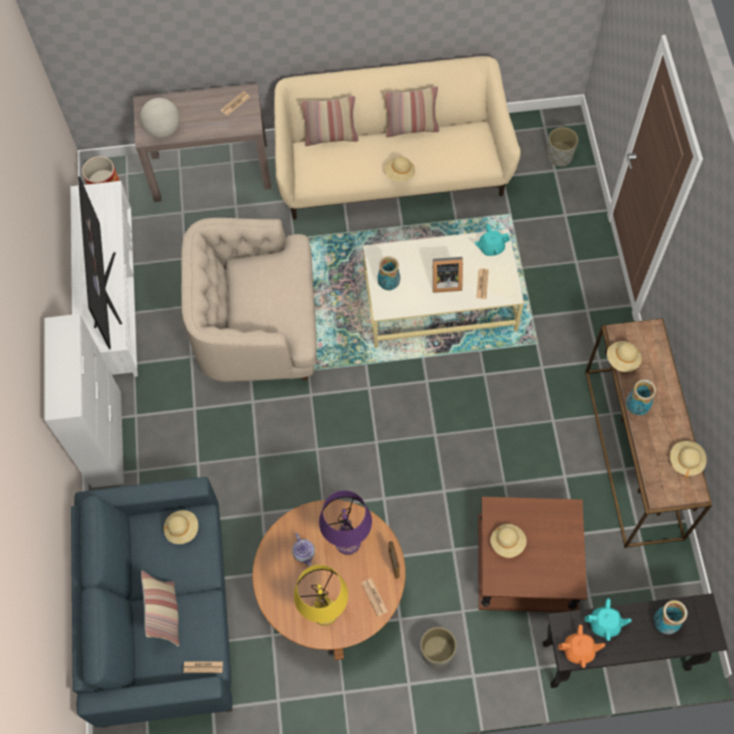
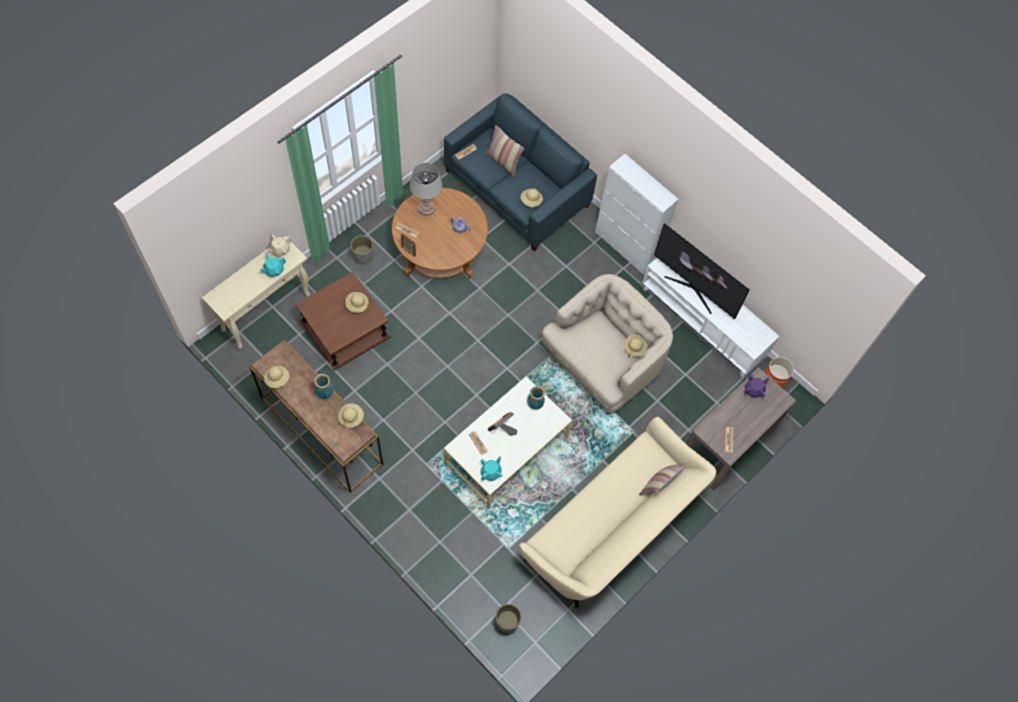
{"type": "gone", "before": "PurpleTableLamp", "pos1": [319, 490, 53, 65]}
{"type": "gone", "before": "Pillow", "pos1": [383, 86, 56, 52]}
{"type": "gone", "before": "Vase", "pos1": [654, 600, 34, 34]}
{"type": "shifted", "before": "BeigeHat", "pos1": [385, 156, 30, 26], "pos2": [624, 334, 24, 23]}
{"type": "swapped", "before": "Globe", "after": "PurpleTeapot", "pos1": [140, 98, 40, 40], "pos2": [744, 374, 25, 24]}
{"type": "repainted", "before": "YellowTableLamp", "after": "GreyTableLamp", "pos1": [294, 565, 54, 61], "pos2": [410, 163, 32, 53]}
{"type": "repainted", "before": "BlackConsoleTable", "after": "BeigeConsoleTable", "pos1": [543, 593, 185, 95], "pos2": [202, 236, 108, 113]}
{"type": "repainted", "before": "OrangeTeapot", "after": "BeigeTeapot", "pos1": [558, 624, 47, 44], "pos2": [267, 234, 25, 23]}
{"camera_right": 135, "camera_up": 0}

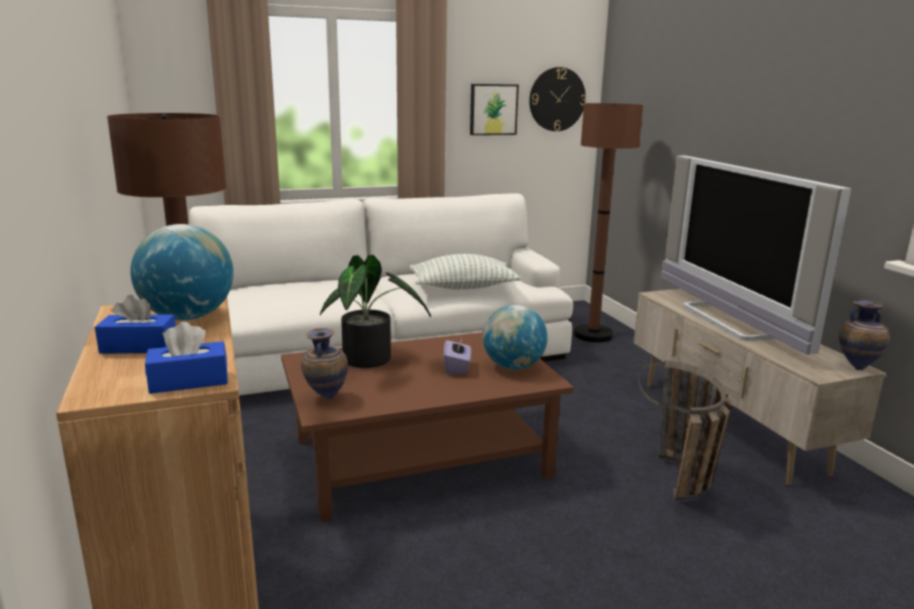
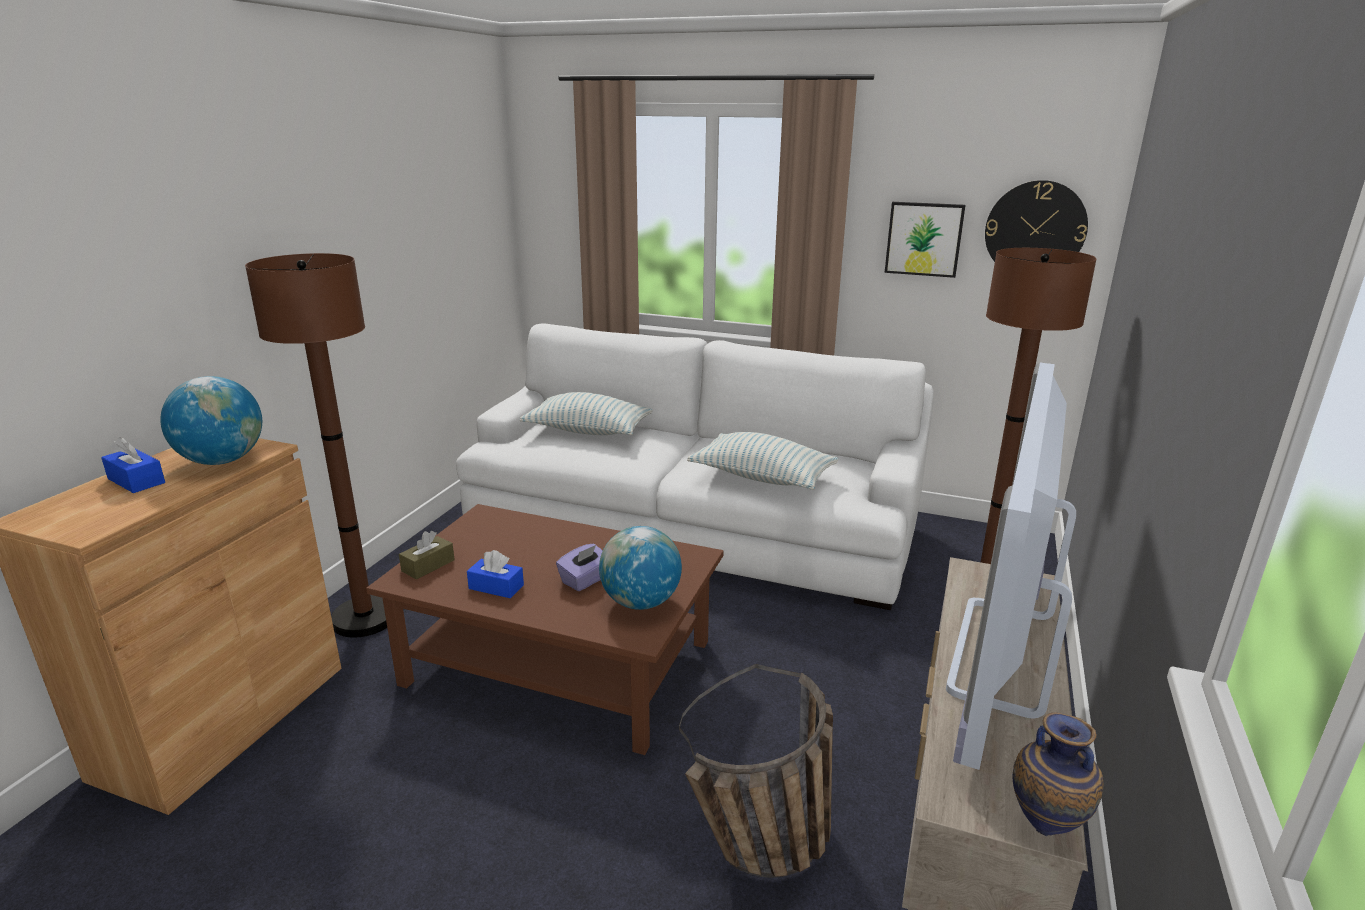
{"type": "gone", "before": "PottedPlant", "pos1": [320, 255, 111, 113]}
{"type": "new", "after": "Pillow", "pos2": [520, 392, 133, 43]}
{"type": "shifted", "before": "BlueTissueBox", "pos1": [145, 322, 83, 72], "pos2": [467, 550, 57, 48]}
{"type": "swapped", "before": "Vase", "after": "BrownTissueBox", "pos1": [301, 328, 47, 72], "pos2": [399, 531, 56, 48]}
{"camera_right": 40, "camera_up": 5}

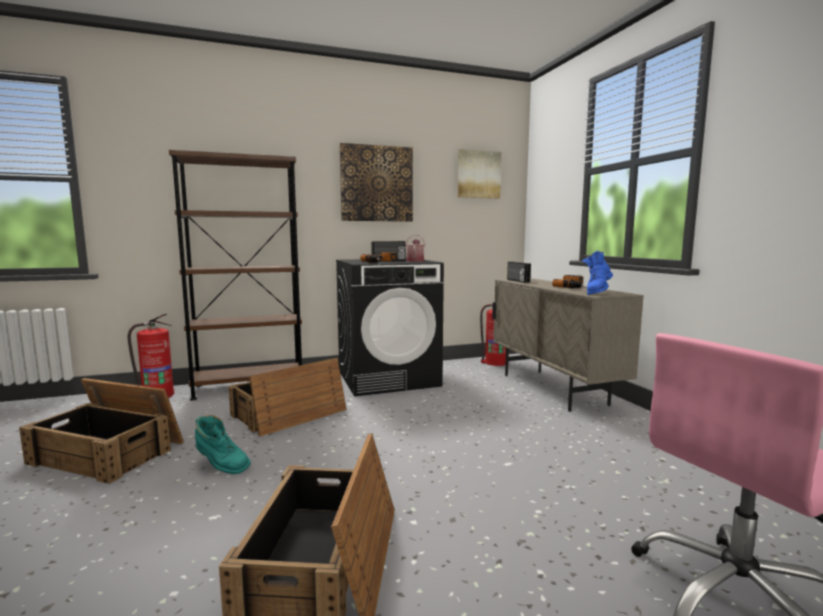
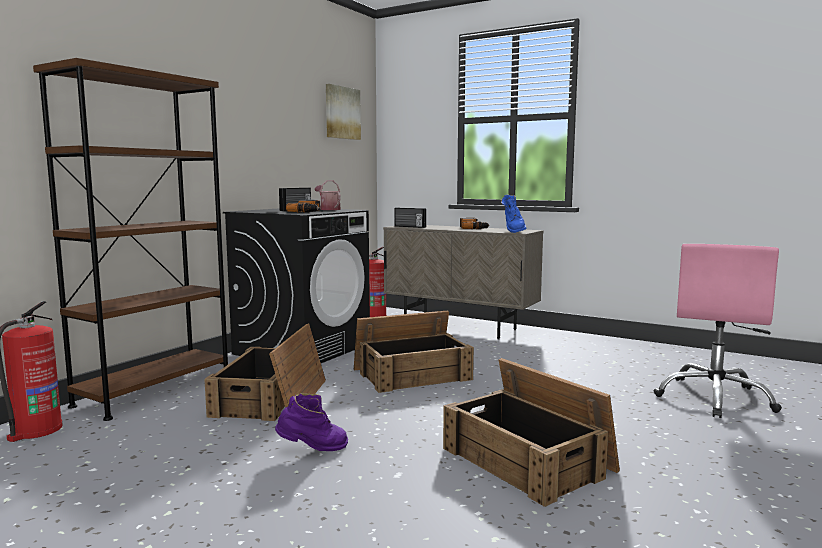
{"type": "gone", "before": "Picture", "pos1": [340, 143, 73, 79]}
{"type": "shifted", "before": "Crate", "pos1": [19, 378, 165, 106], "pos2": [354, 311, 120, 82]}
{"type": "repainted", "before": "TurquoiseBoot", "after": "PurpleBoot", "pos1": [195, 415, 56, 59], "pos2": [275, 393, 73, 58]}
{"camera_right": -40, "camera_up": 0}

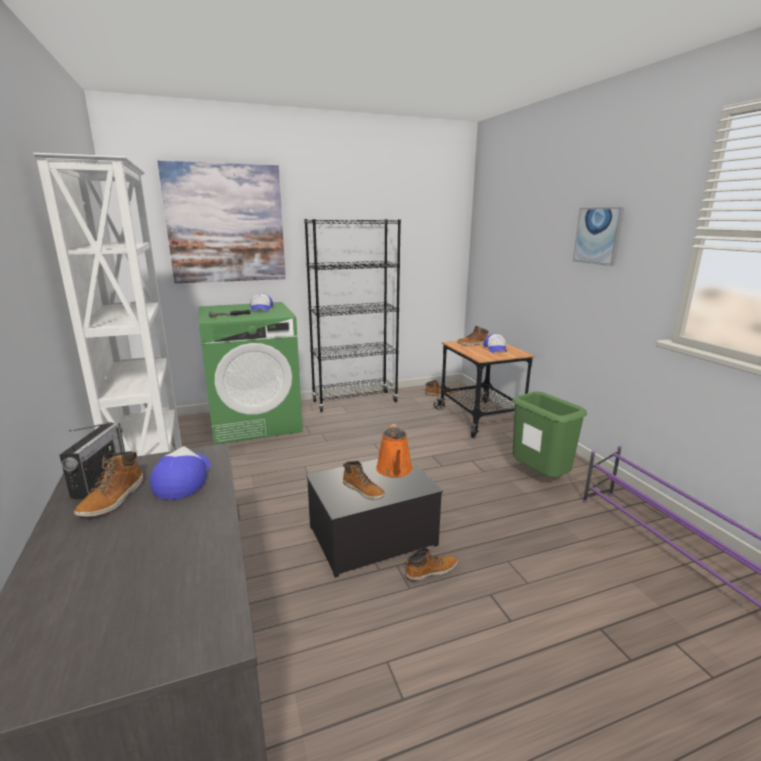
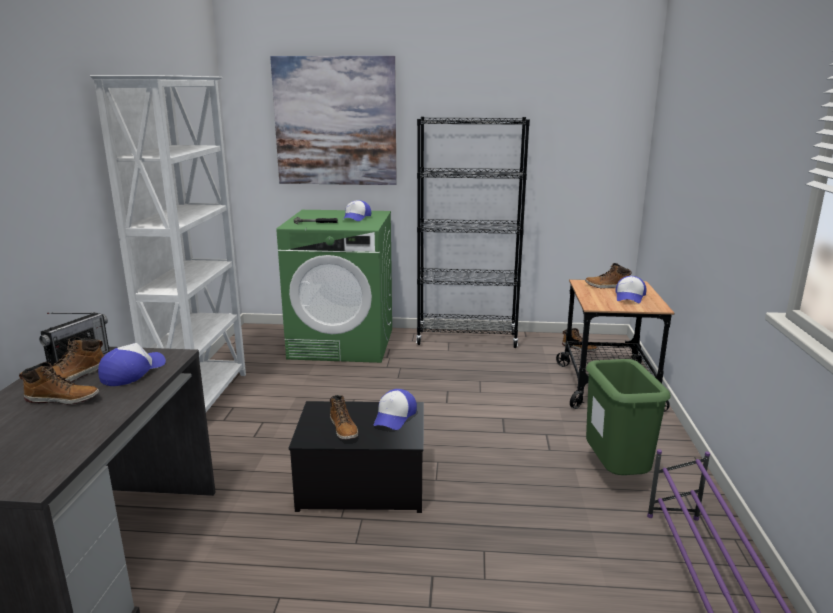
{"type": "gone", "before": "Picture", "pos1": [573, 207, 51, 59]}
{"type": "shifted", "before": "Boot", "pos1": [405, 548, 53, 34], "pos2": [19, 362, 80, 43]}
{"type": "swapped", "before": "OrangeWateringCan", "after": "Cap", "pos1": [376, 424, 37, 54], "pos2": [374, 389, 43, 41]}
{"camera_right": 25, "camera_up": 0}

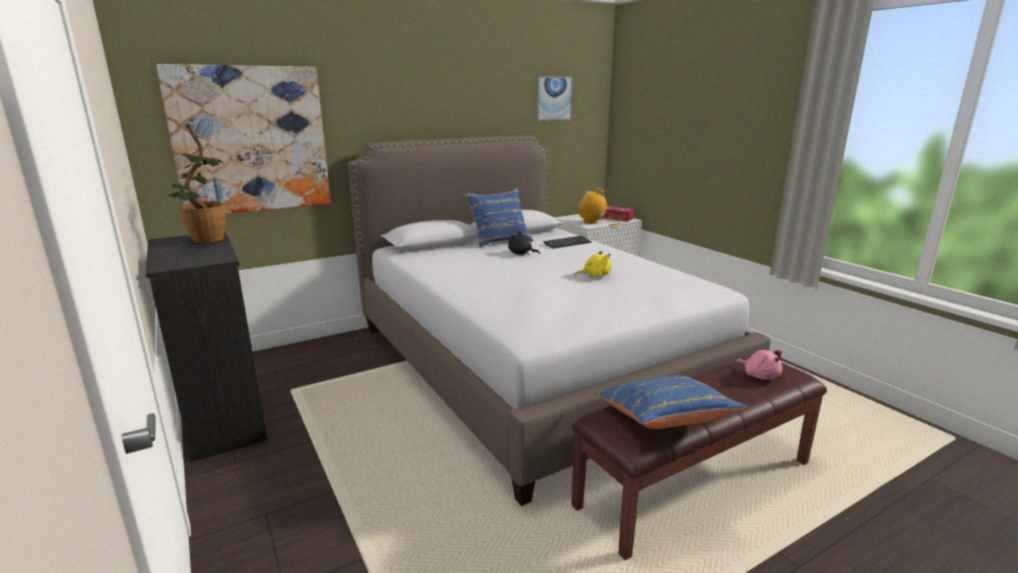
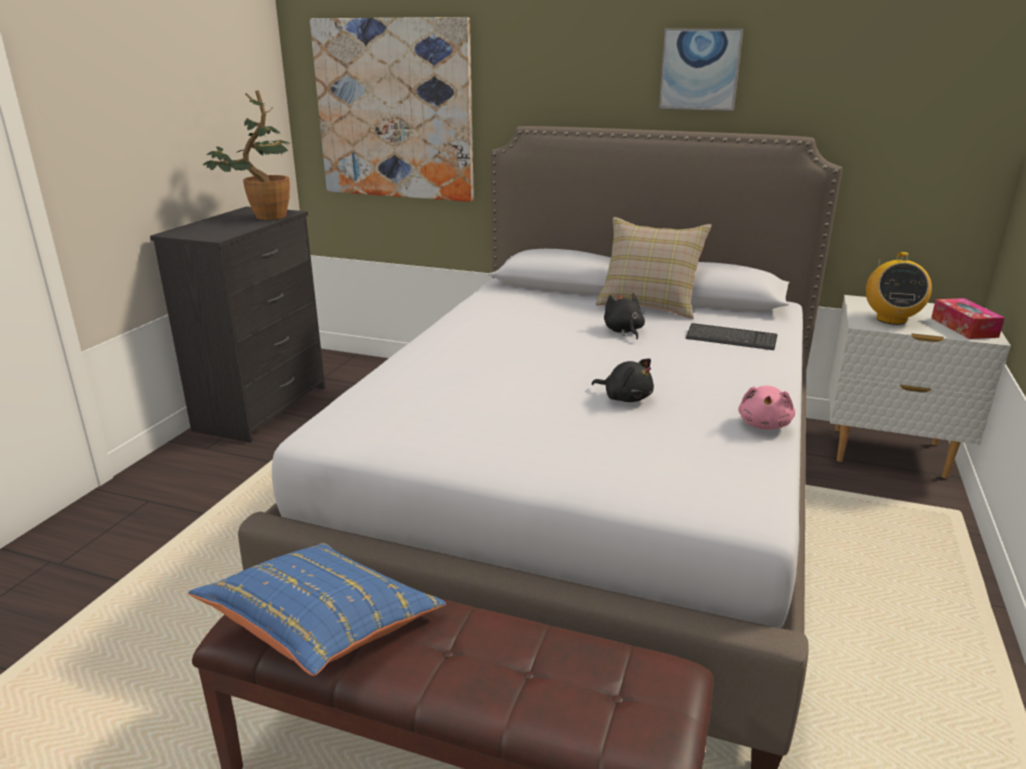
{"type": "shifted", "before": "Picture", "pos1": [536, 76, 37, 45], "pos2": [659, 29, 84, 82]}
{"type": "shifted", "before": "PinkPlushToy", "pos1": [735, 350, 47, 30], "pos2": [738, 386, 57, 44]}
{"type": "repainted", "before": "BluePillow", "after": "BeigePillow", "pos1": [464, 187, 69, 60], "pos2": [596, 217, 116, 102]}
{"type": "repainted", "before": "YellowPlushToy", "after": "BlackPlushToy", "pos1": [574, 251, 38, 26], "pos2": [592, 358, 62, 44]}
{"type": "rotated", "before": "Radio", "pos1": [577, 188, 32, 36], "pos2": [866, 252, 66, 73], "turn": -150}
{"camera_right": 50, "camera_up": 5}

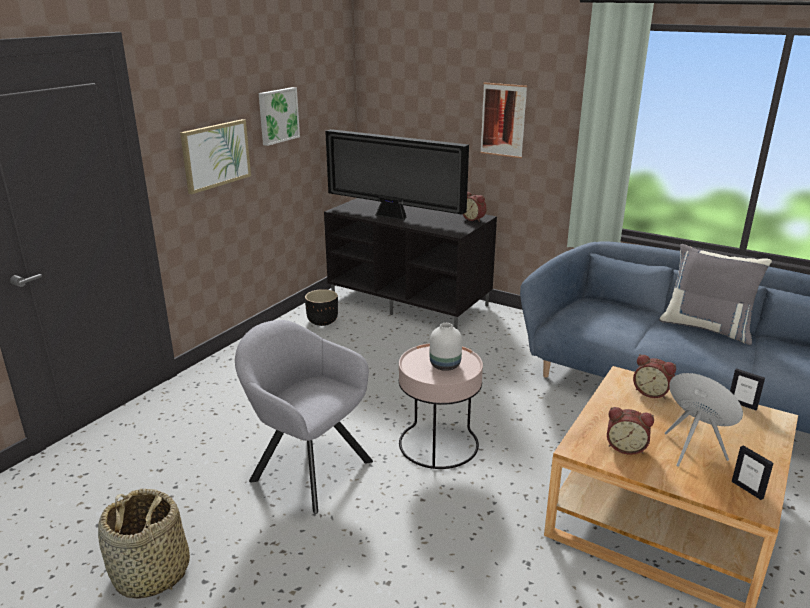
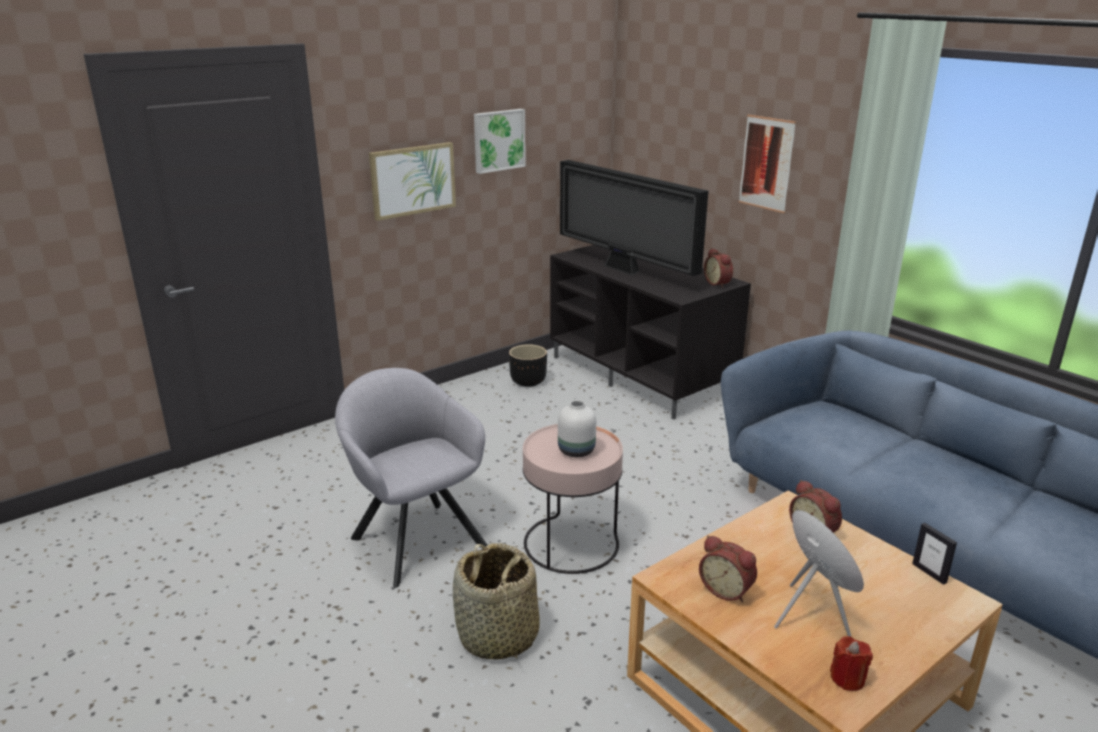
{"type": "gone", "before": "GreyPillow", "pos1": [659, 244, 113, 101]}
{"type": "shifted", "before": "Basket", "pos1": [98, 489, 92, 110], "pos2": [453, 543, 87, 117]}
{"type": "swapped", "before": "PictureFrame", "after": "RedCandle", "pos1": [732, 445, 42, 55], "pos2": [830, 636, 43, 55]}
{"camera_right": 20, "camera_up": 0}

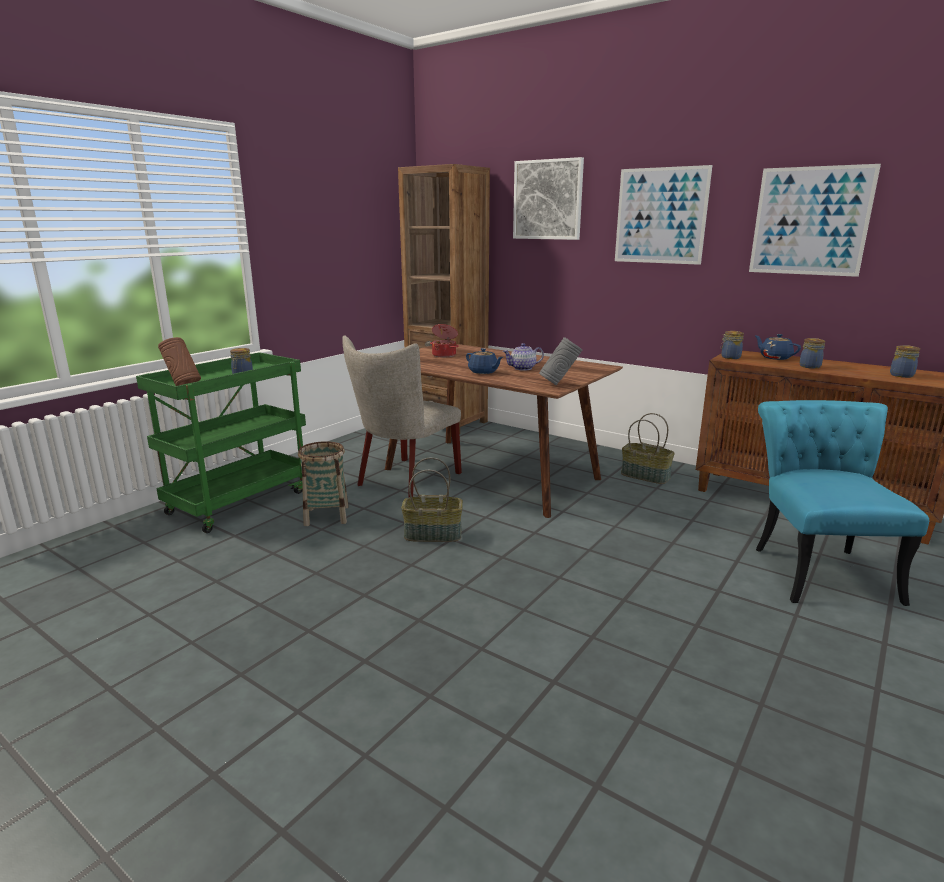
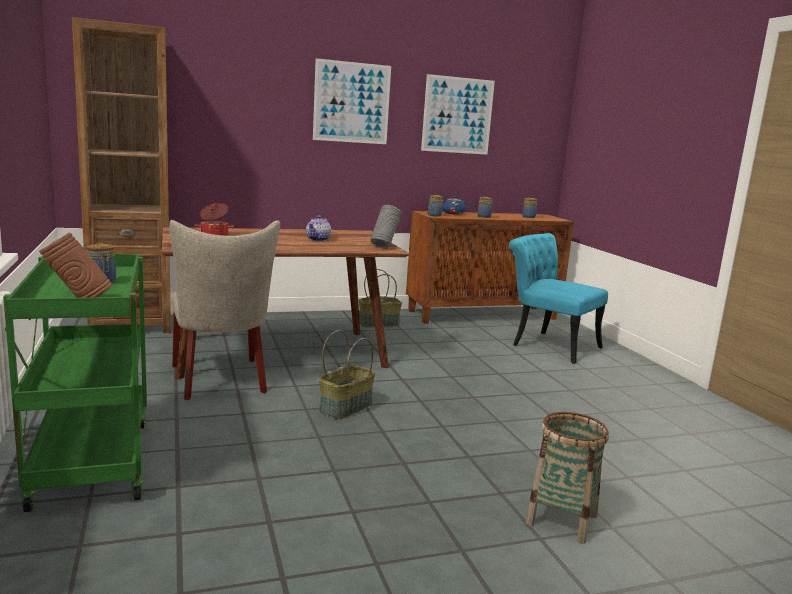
{"type": "gone", "before": "BlueTeapot", "pos1": [466, 348, 37, 26]}
{"type": "gone", "before": "Picture", "pos1": [513, 157, 71, 83]}
{"type": "shifted", "before": "Basket", "pos1": [298, 441, 50, 85], "pos2": [525, 412, 84, 132]}
{"camera_right": -55, "camera_up": -5}

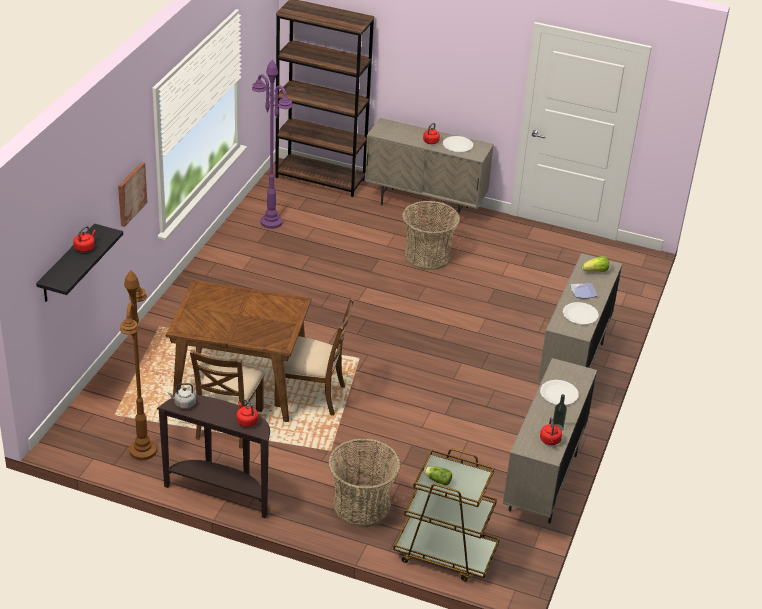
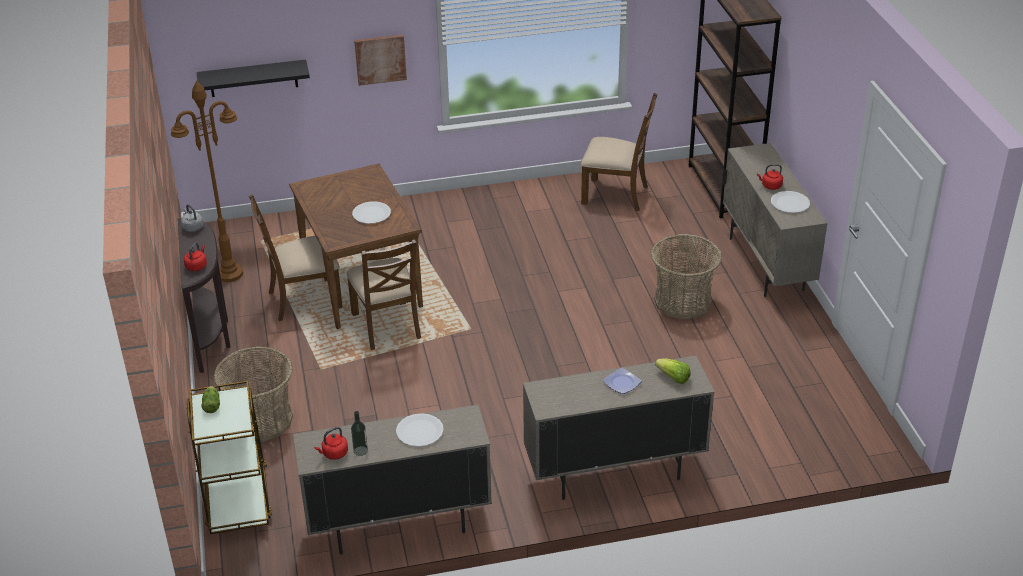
{"type": "gone", "before": "RedKettle", "pos1": [73, 226, 23, 26]}
{"type": "shifted", "before": "WhitePlate", "pos1": [563, 302, 36, 23], "pos2": [352, 201, 39, 23]}
{"type": "swapped", "before": "PurpleFloorLamp", "after": "BrownChair", "pos1": [252, 60, 41, 169], "pos2": [581, 93, 76, 118]}
{"camera_right": 60, "camera_up": 0}

